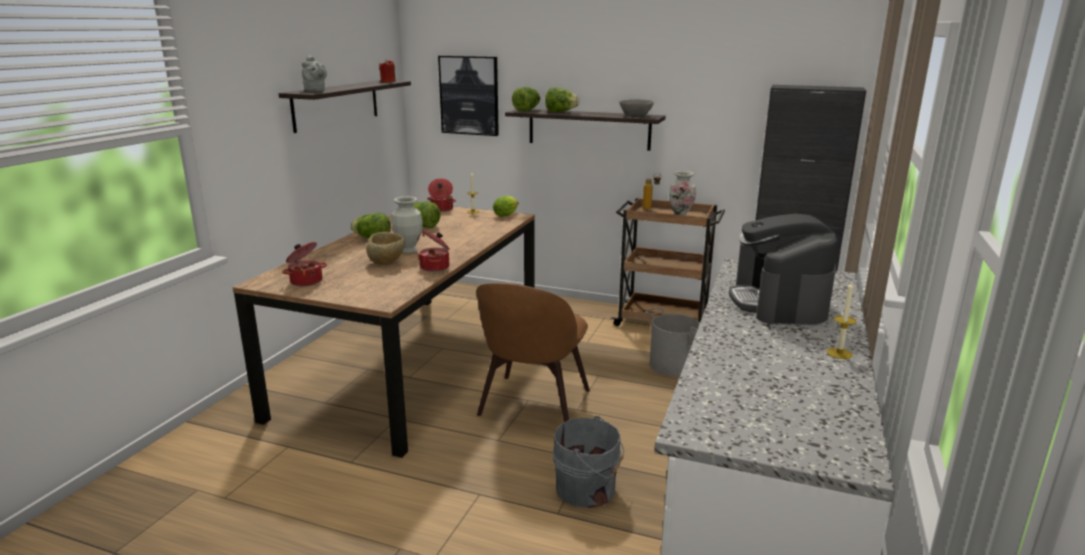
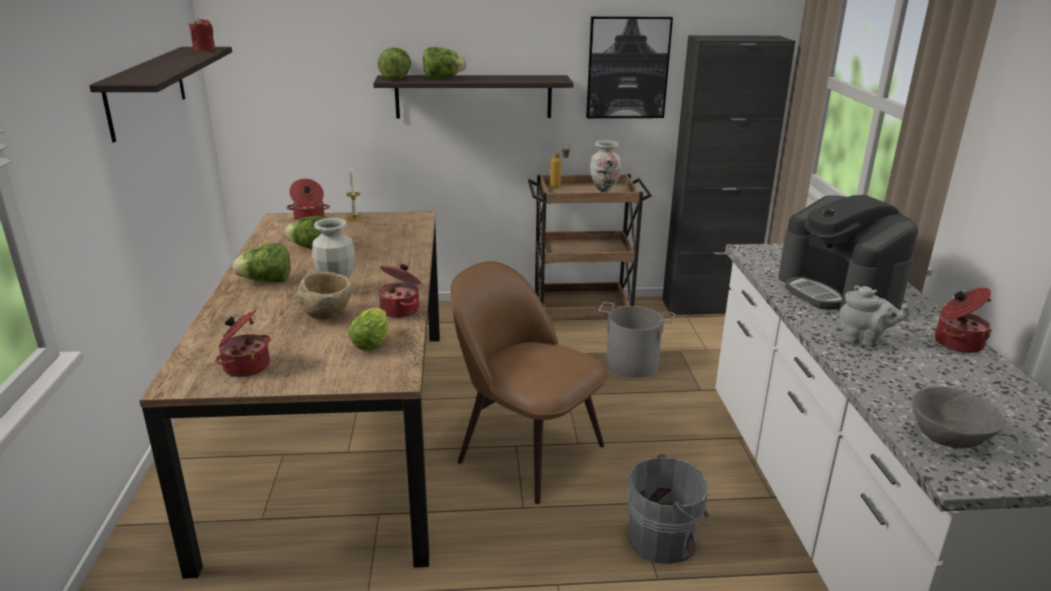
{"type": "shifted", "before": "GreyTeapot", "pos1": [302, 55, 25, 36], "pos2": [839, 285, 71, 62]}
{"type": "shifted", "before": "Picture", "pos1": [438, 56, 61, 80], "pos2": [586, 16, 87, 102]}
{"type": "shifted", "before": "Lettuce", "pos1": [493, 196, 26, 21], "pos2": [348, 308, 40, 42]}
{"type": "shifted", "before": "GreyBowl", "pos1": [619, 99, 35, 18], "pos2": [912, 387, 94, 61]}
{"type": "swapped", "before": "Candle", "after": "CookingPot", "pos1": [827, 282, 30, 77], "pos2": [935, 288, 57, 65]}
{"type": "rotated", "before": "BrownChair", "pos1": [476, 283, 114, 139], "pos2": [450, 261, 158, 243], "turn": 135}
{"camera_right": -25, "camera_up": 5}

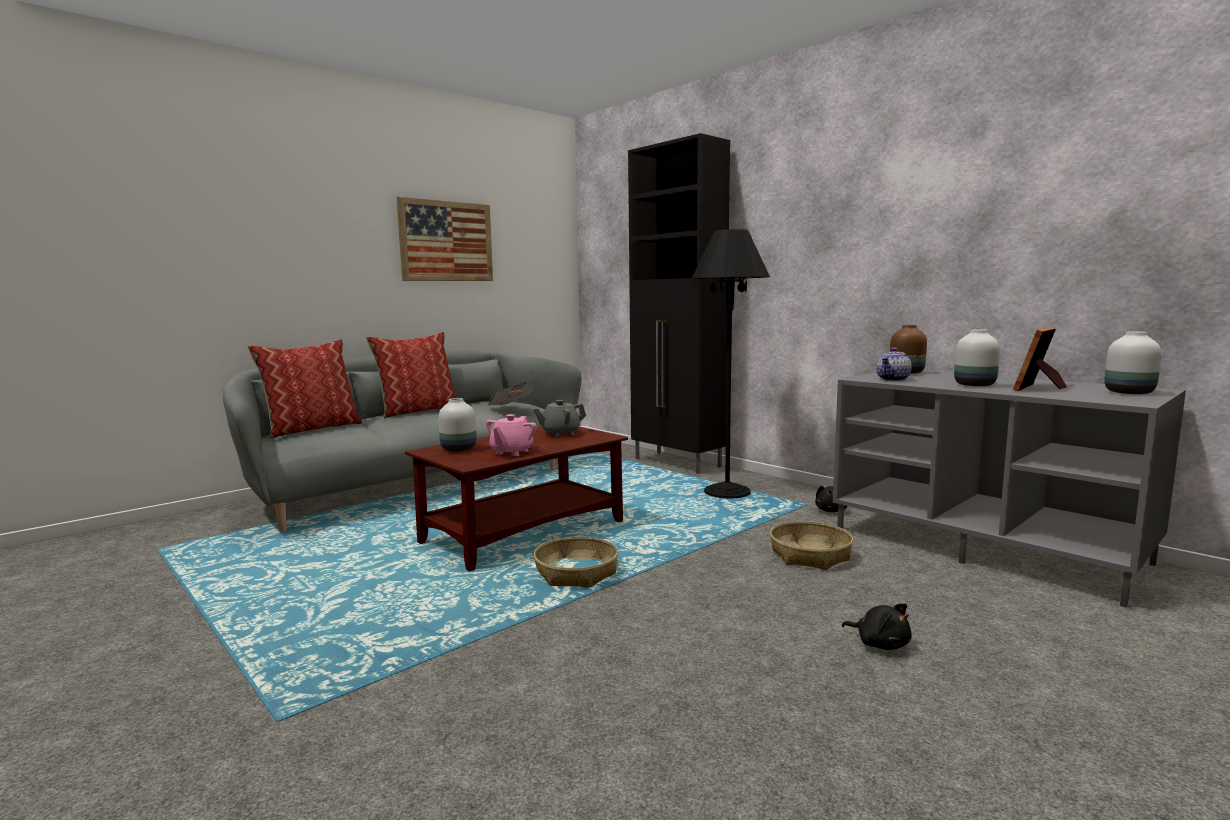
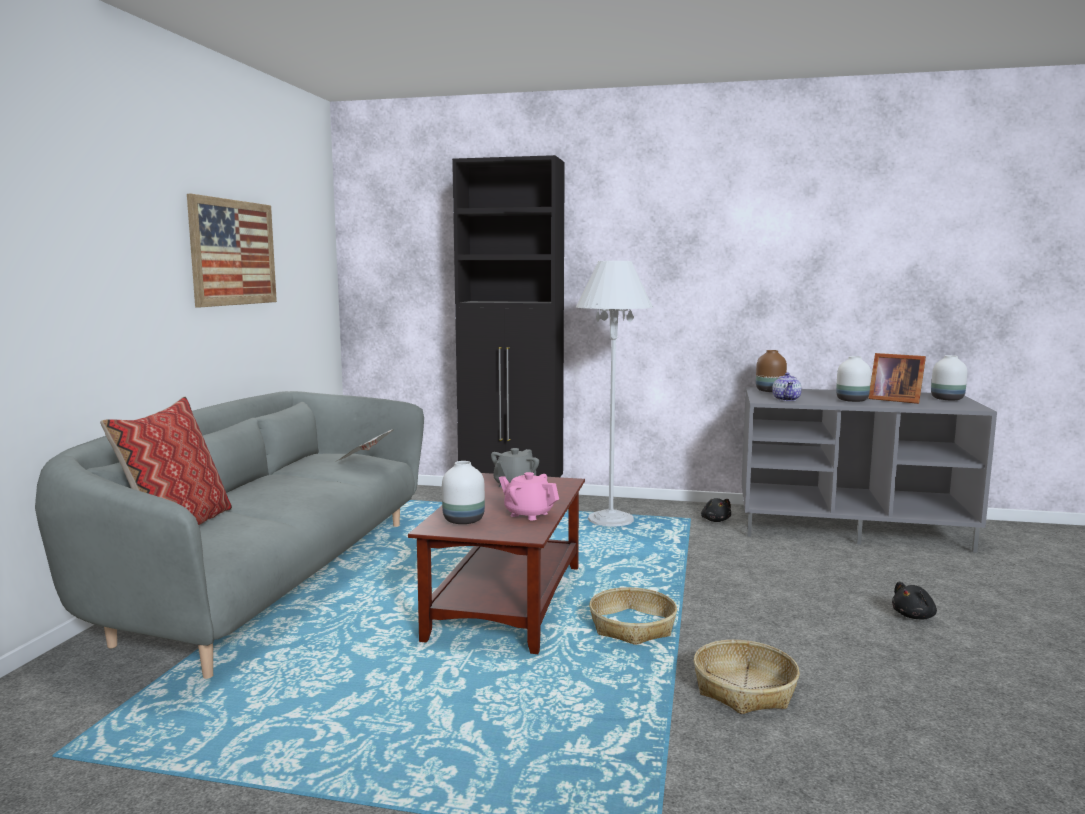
{"type": "gone", "before": "Pillow", "pos1": [366, 332, 91, 86]}
{"type": "shifted", "before": "Basket", "pos1": [770, 521, 83, 49], "pos2": [694, 640, 106, 74]}
{"type": "repainted", "before": "BlackFloorLamp", "after": "WhiteFloorLamp", "pos1": [692, 229, 78, 270], "pos2": [576, 261, 77, 266]}
{"type": "rotated", "before": "PinkTeapot", "pos1": [486, 414, 51, 42], "pos2": [499, 472, 60, 48], "turn": 135}
{"type": "rotated", "before": "BlackPlushToy", "pos1": [842, 603, 70, 47], "pos2": [892, 581, 45, 38], "turn": 135}
{"type": "rotated", "before": "PictureFrame", "pos1": [1013, 327, 54, 64], "pos2": [868, 353, 58, 51], "turn": -60}
{"camera_right": -35, "camera_up": 0}

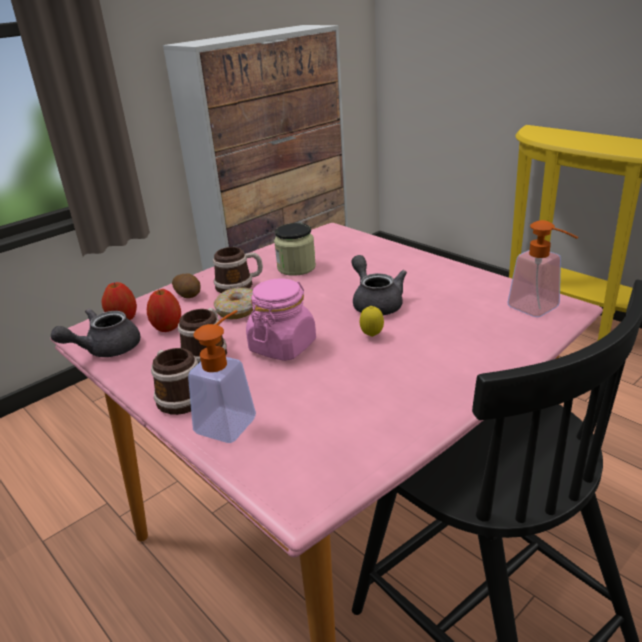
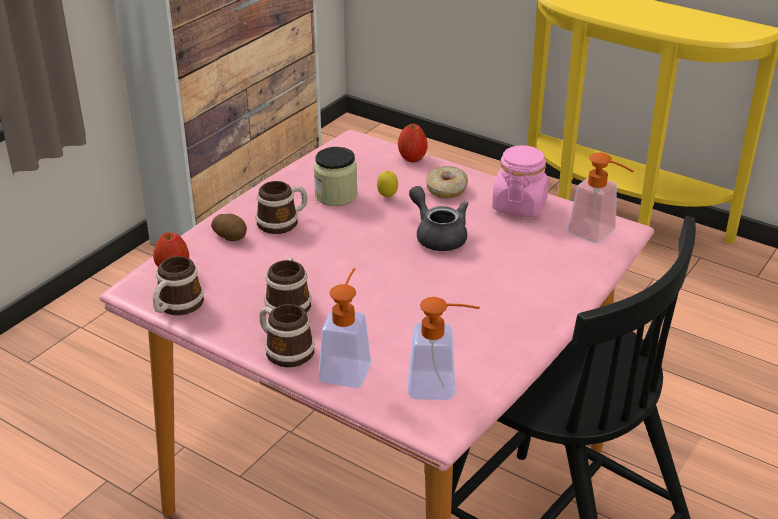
{"type": "new", "after": "SoapDispenser", "pos2": [408, 297, 72, 103]}
{"type": "shifted", "before": "Apple", "pos1": [147, 289, 34, 43], "pos2": [398, 124, 29, 38]}
{"type": "shifted", "before": "Donut", "pos1": [214, 287, 39, 32], "pos2": [426, 166, 42, 32]}
{"type": "shifted", "before": "PinkJar", "pos1": [246, 278, 70, 83], "pos2": [492, 145, 57, 72]}
{"type": "shifted", "before": "Lemon", "pos1": [360, 306, 24, 31], "pos2": [377, 170, 21, 28]}
{"type": "swapped", "before": "GreyTeapot", "after": "Mug", "pos1": [51, 309, 90, 48], "pos2": [152, 256, 52, 59]}
{"camera_right": -15, "camera_up": 5}

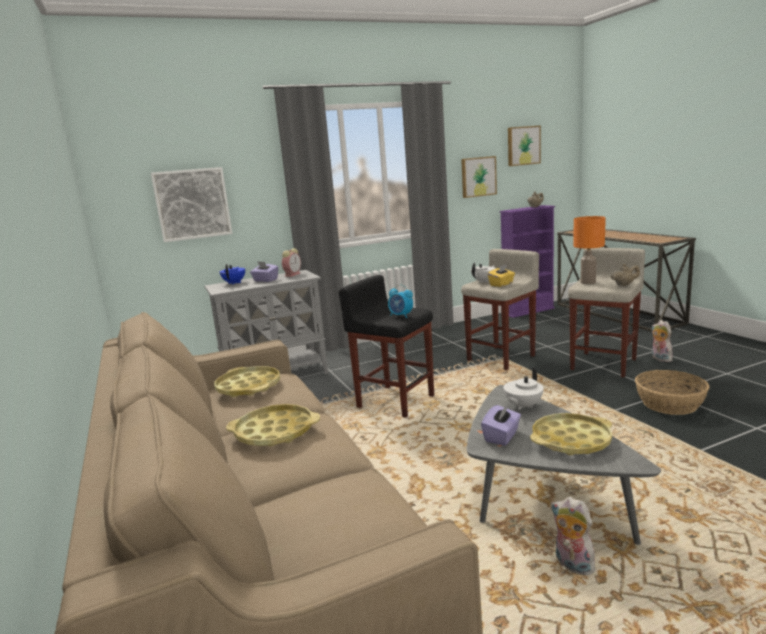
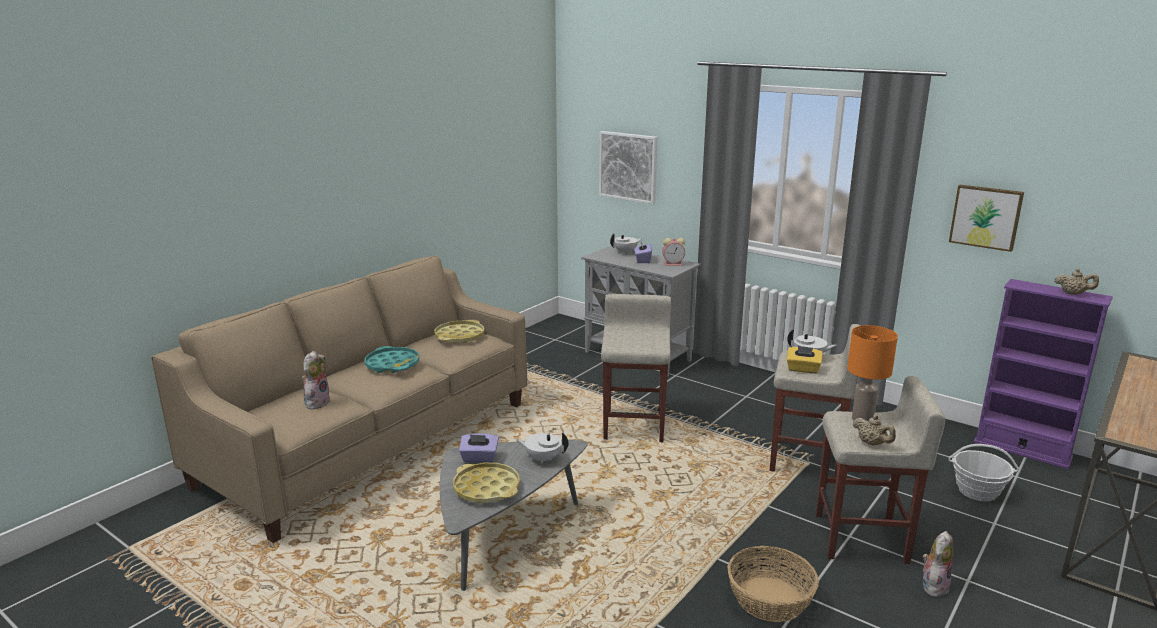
{"type": "gone", "before": "AlarmClock", "pos1": [388, 285, 25, 33]}
{"type": "gone", "before": "Picture", "pos1": [508, 125, 33, 41]}
{"type": "new", "after": "Basket", "pos2": [949, 444, 70, 57]}
{"type": "shifted", "before": "PlushToy", "pos1": [551, 497, 48, 78], "pos2": [302, 351, 28, 59]}
{"type": "repainted", "before": "BlueTeapot", "after": "WhiteTeapot", "pos1": [220, 264, 25, 20], "pos2": [610, 233, 32, 22]}
{"type": "repainted", "before": "YellowTray", "after": "TurquoiseTray", "pos1": [226, 404, 94, 42], "pos2": [364, 346, 55, 27]}
{"type": "repainted", "before": "BlackStool", "after": "BeigeStool", "pos1": [339, 275, 95, 143], "pos2": [601, 294, 70, 148]}
{"camera_right": 60, "camera_up": 5}

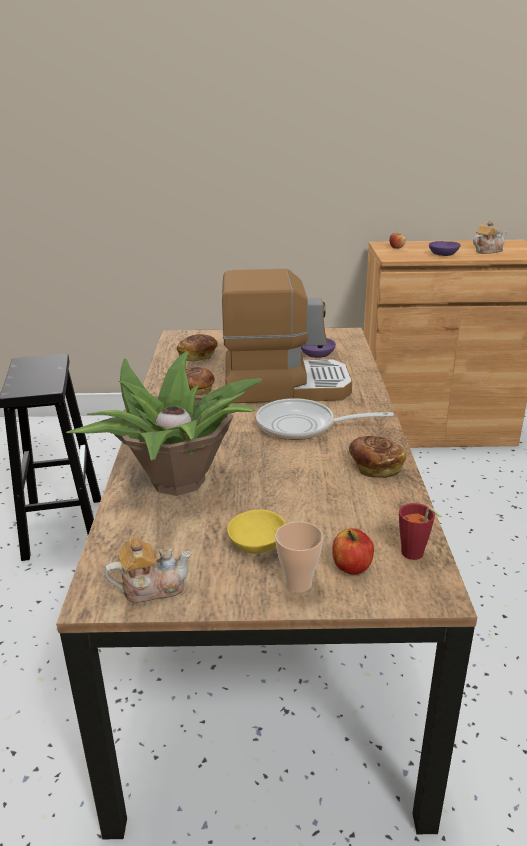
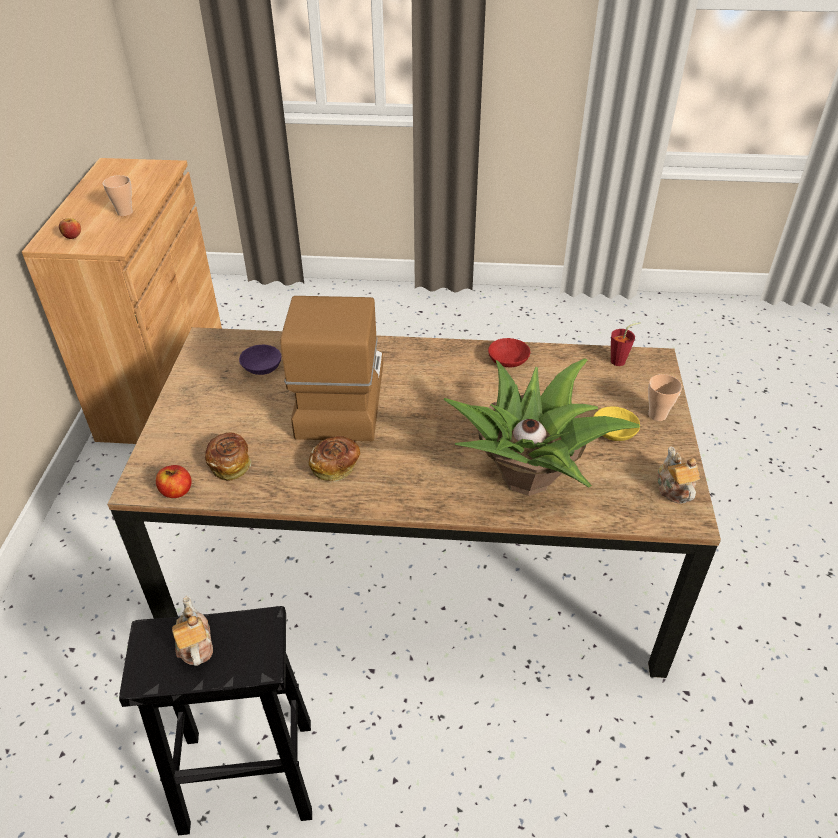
{"type": "gone", "before": "FryingPan", "pos1": [256, 398, 138, 42]}
{"type": "shifted", "before": "Apple", "pos1": [332, 528, 42, 47], "pos2": [156, 465, 36, 33]}
{"type": "shifted", "before": "Teapot", "pos1": [473, 221, 34, 33], "pos2": [172, 596, 41, 70]}
{"type": "swapped", "before": "Bread", "after": "RedBowl", "pos1": [349, 436, 57, 42], "pos2": [488, 338, 42, 29]}
{"type": "swapped", "before": "PurpleBowl", "after": "Cup", "pos1": [429, 241, 32, 15], "pos2": [103, 175, 30, 41]}
{"camera_right": -85, "camera_up": 15}

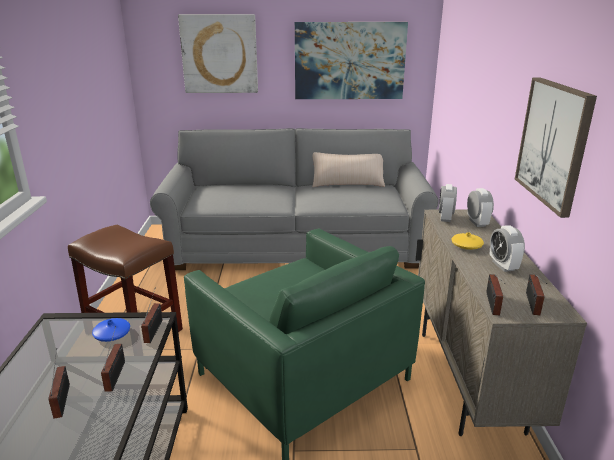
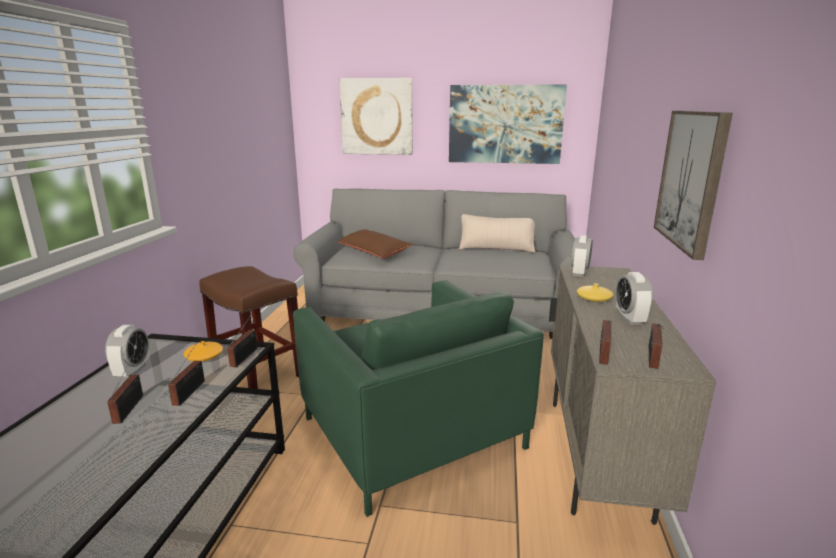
{"type": "new", "after": "BrownPillow", "pos2": [337, 229, 76, 29]}
{"type": "shifted", "before": "AlarmClock", "pos1": [467, 188, 27, 39], "pos2": [105, 325, 44, 53]}
{"type": "repainted", "before": "BlueVase", "after": "OrangeVase", "pos1": [92, 318, 38, 24], "pos2": [184, 341, 39, 21]}
{"camera_right": 10, "camera_up": -5}

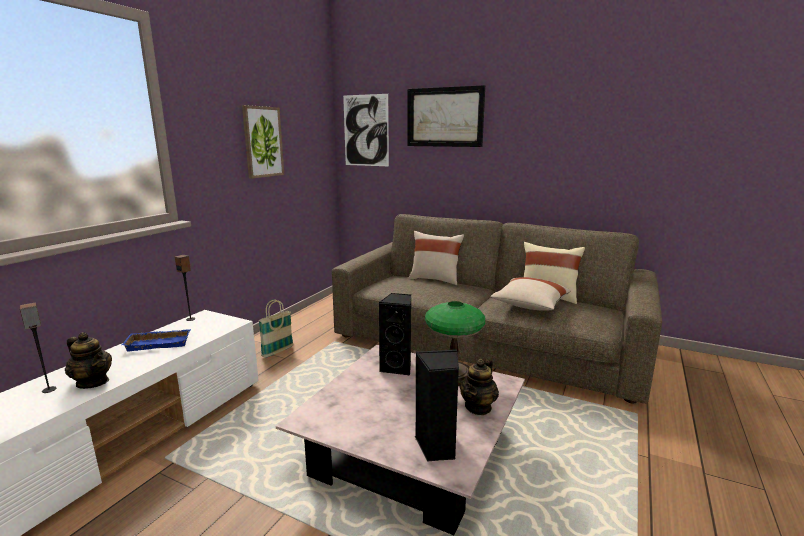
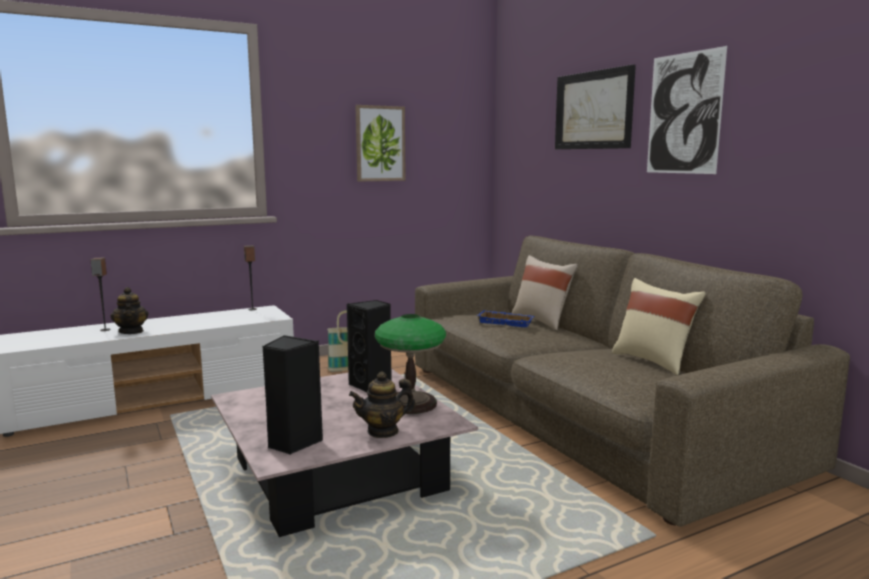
{"type": "gone", "before": "BeigePillow", "pos1": [490, 277, 80, 34]}
{"type": "shifted", "before": "BlueTray", "pos1": [121, 329, 70, 22], "pos2": [478, 310, 56, 17]}
{"type": "shifted", "before": "Picture", "pos1": [343, 94, 46, 72], "pos2": [647, 46, 80, 128]}
{"camera_right": 35, "camera_up": -5}

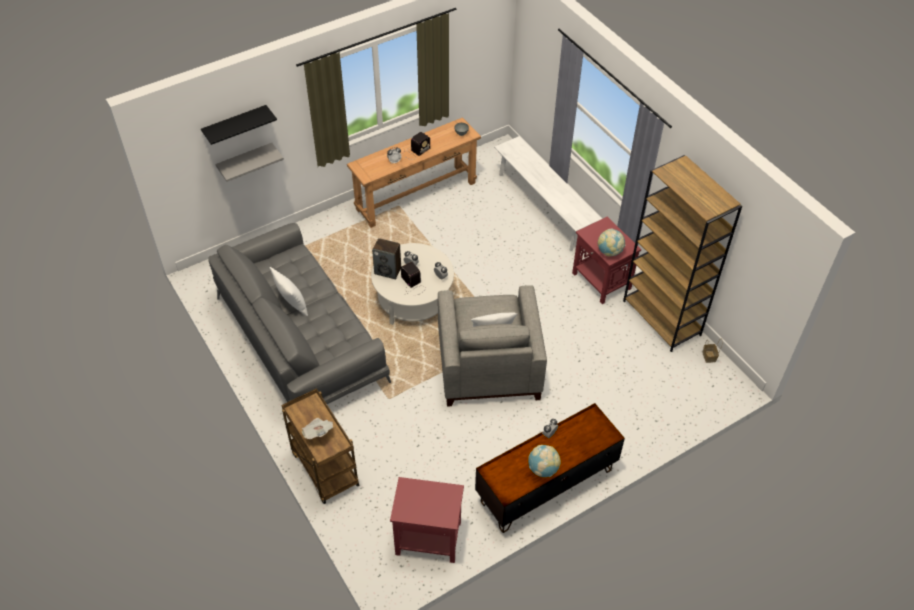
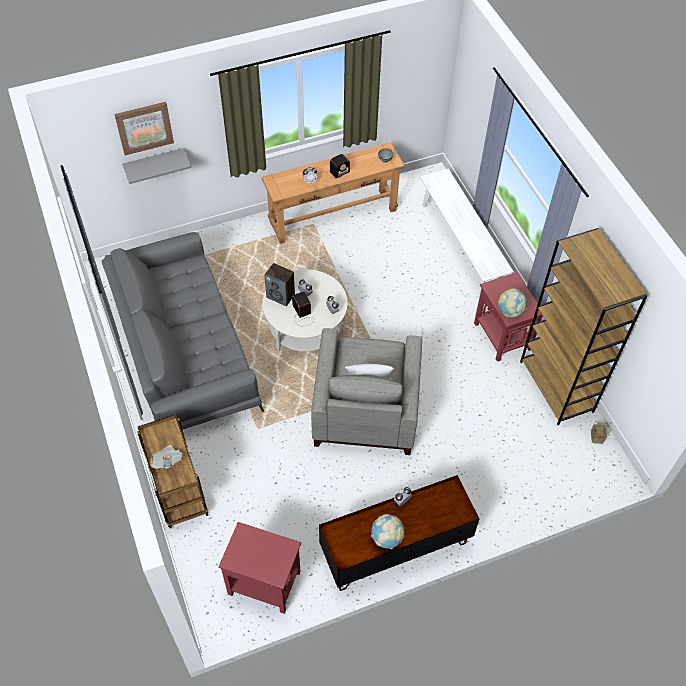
{"type": "gone", "before": "WhitePillow", "pos1": [270, 267, 38, 49]}
{"type": "swapped", "before": "BlackShelf", "after": "Picture", "pos1": [201, 105, 76, 40], "pos2": [114, 102, 60, 53]}
{"camera_right": 10, "camera_up": 5}

